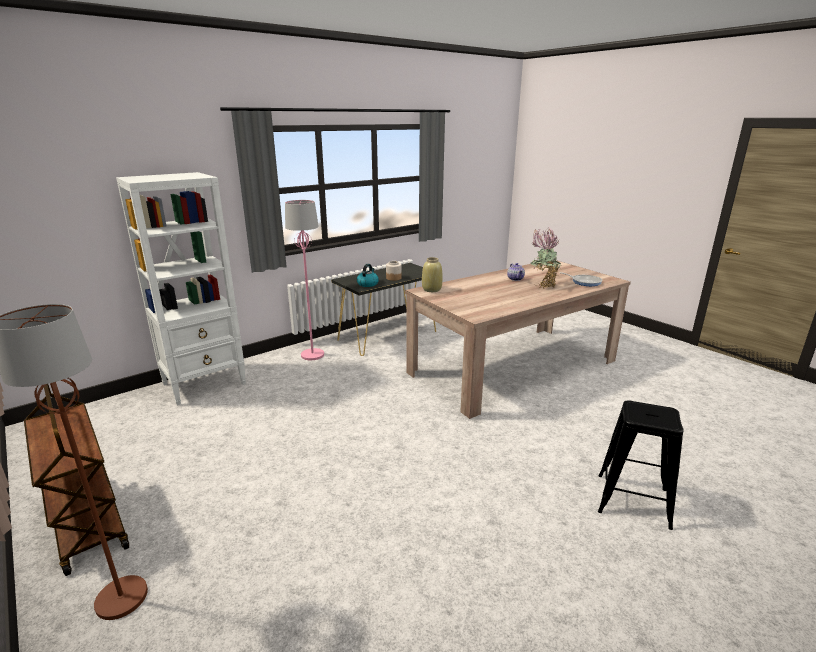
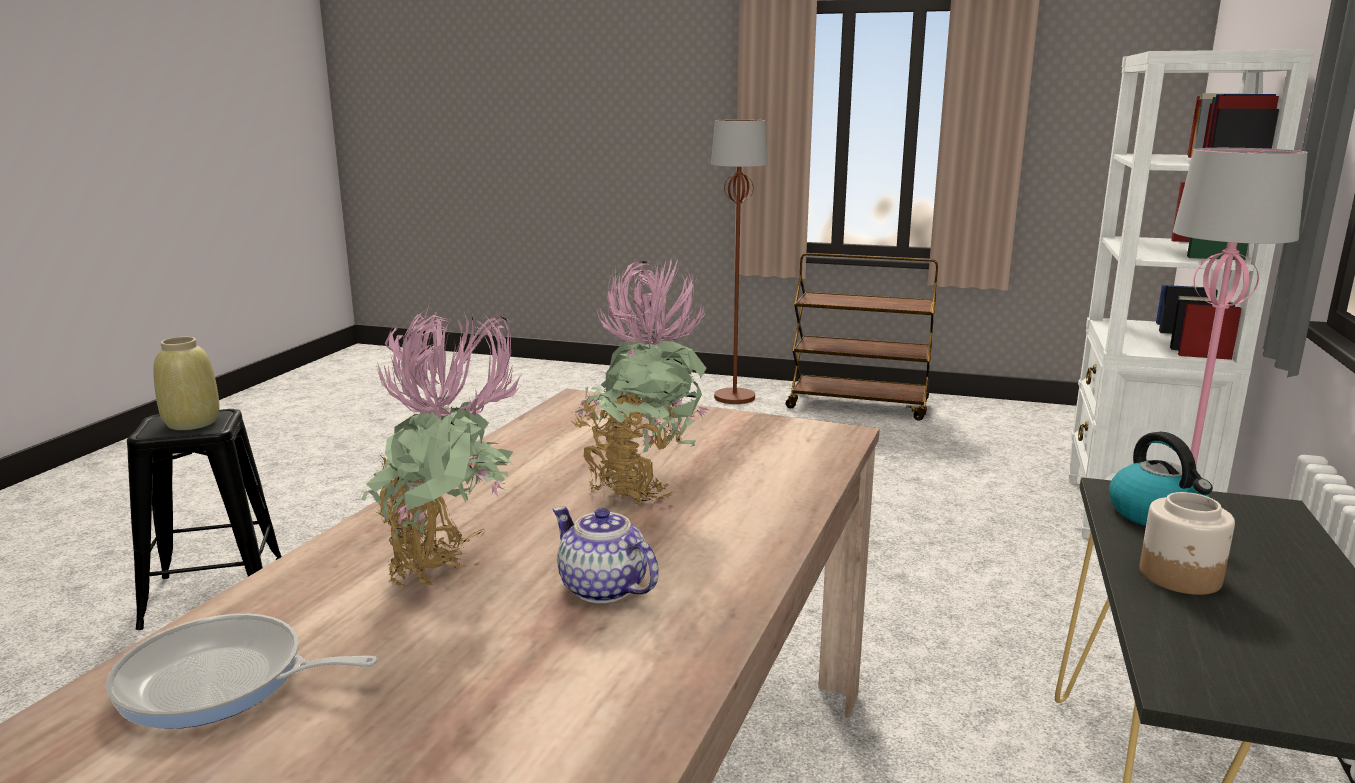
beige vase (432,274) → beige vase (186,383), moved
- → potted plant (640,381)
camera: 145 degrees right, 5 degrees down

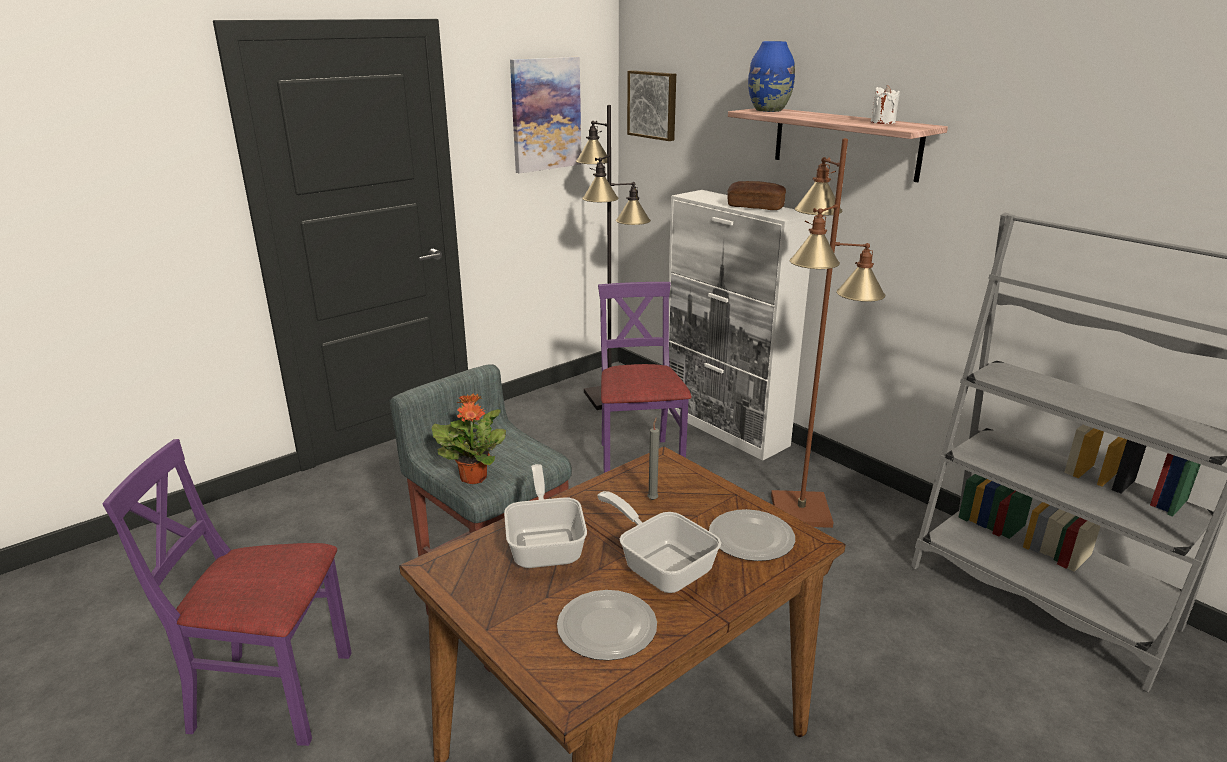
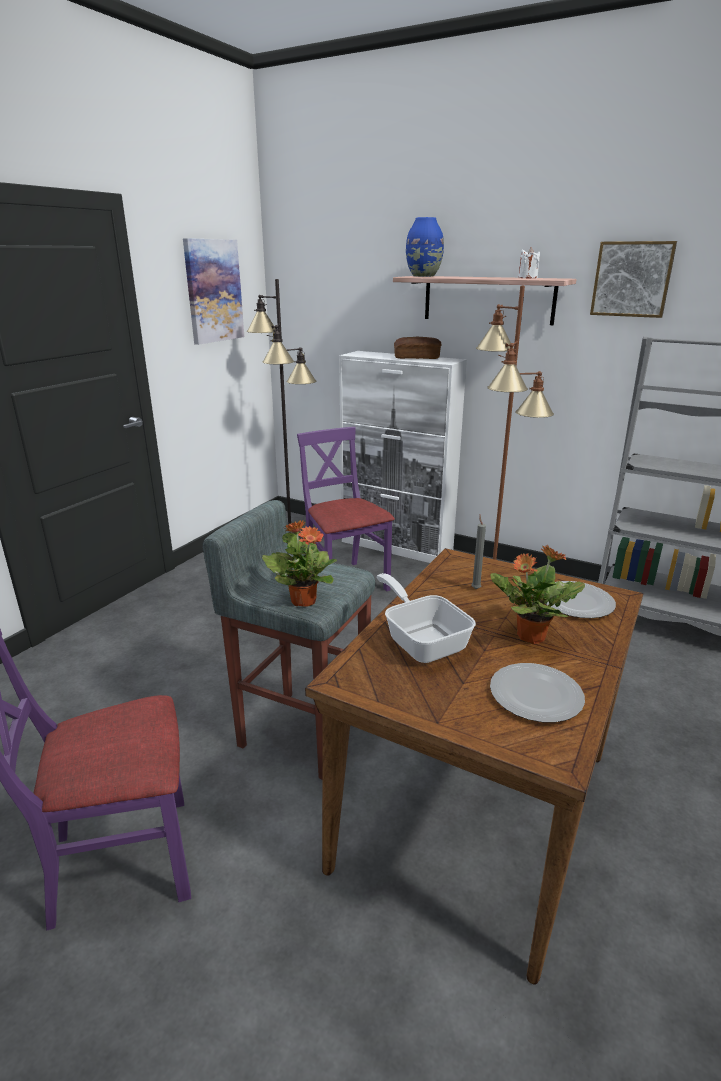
picture (651,105) → picture (633,279), moved
frying pan (659,542) → potted plant (537,594)
camera: 20 degrees left, 0 degrees up

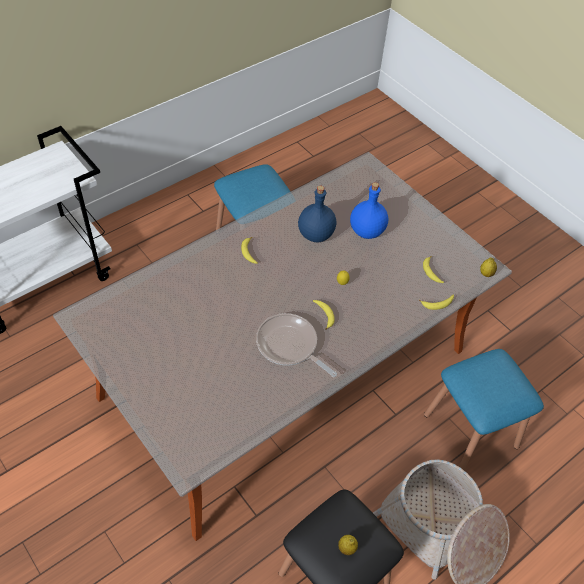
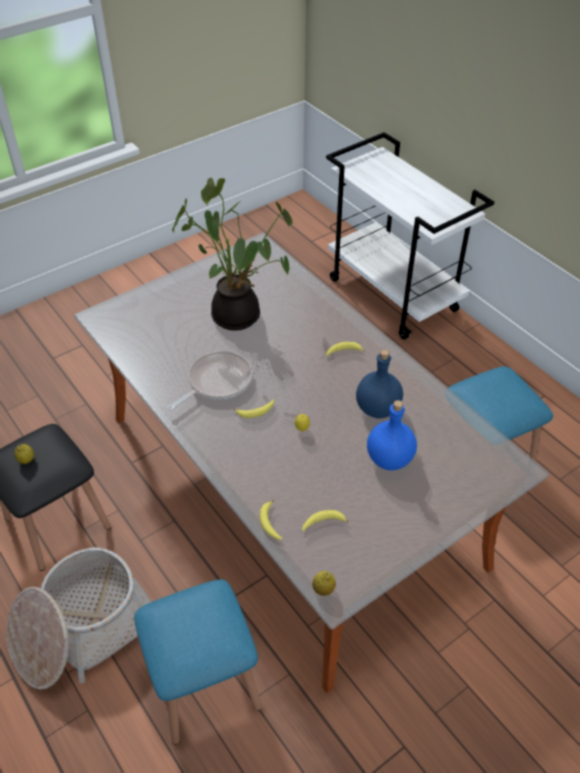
- → potted plant (232,254)
camera: 95 degrees right, 5 degrees down

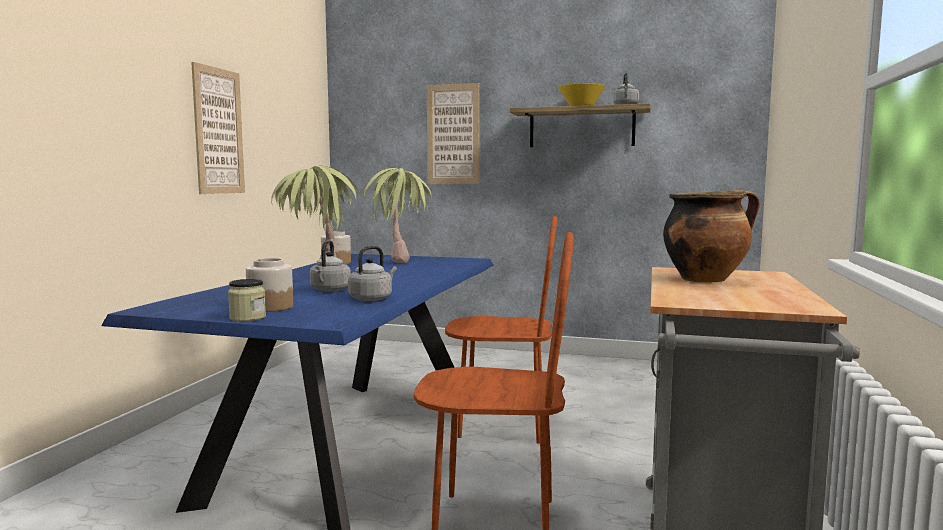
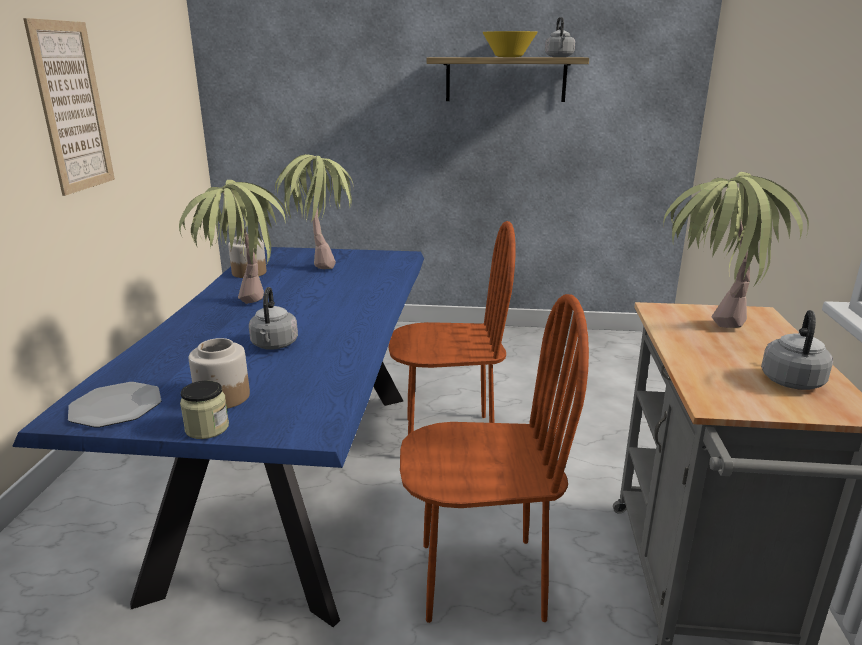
picture (453,133) → -
cooking pot (711,236) → potted plant (736,250)
grey kettle (372,273) → grey kettle (797,350), moved
- → plate (115,405)
camera: 10 degrees left, 15 degrees up

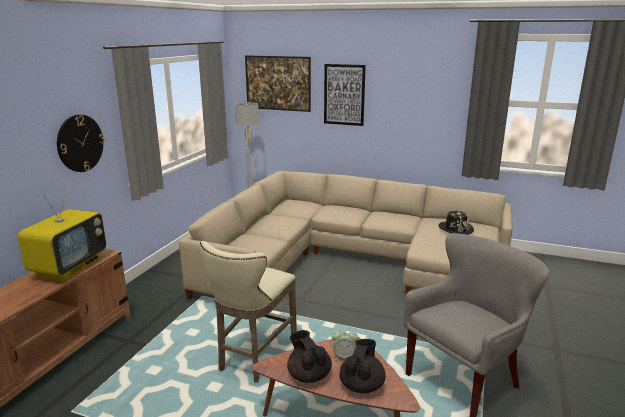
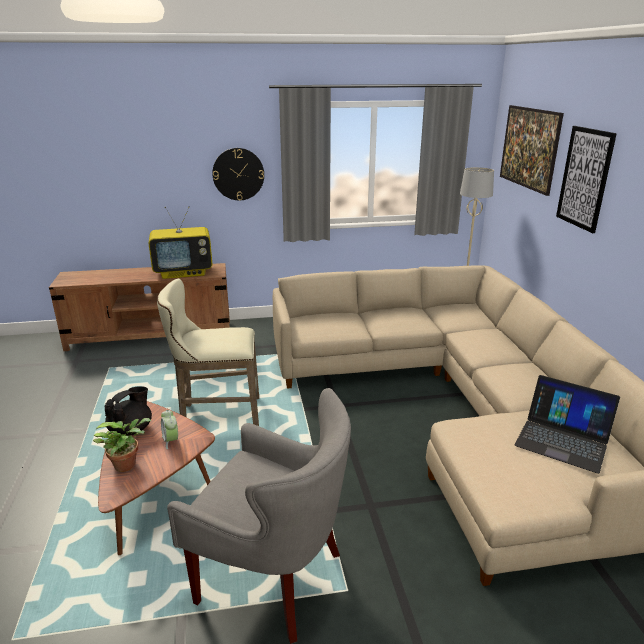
black hat (456,223) → laptop (567,424)
black teapot (363,366) → potted plant (122,445)
camera: 60 degrees right, 5 degrees up

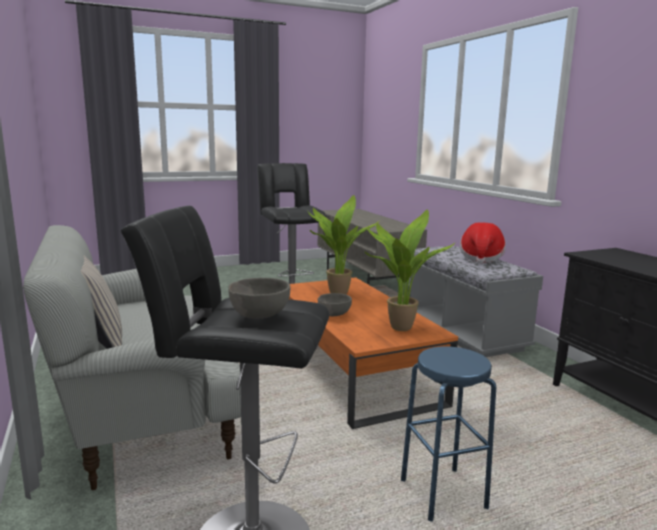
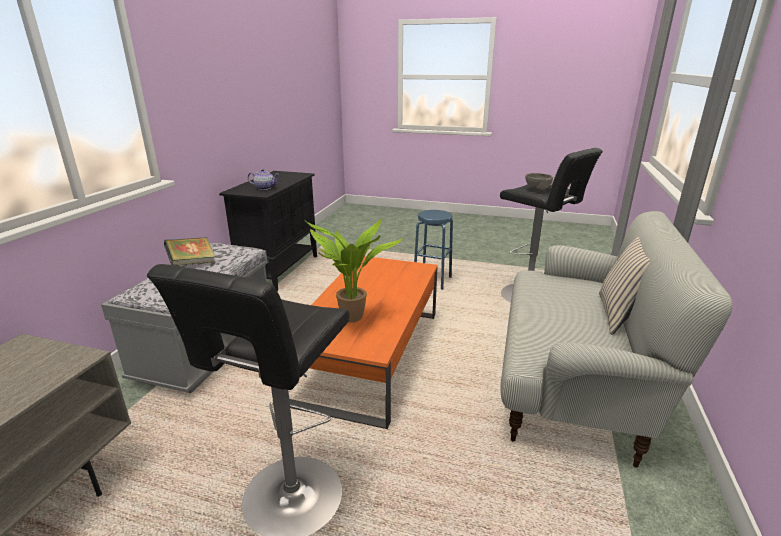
potted plant (410,270) → -
hat (483,243) → book (190,251)
grey bowl (335,304) → -
- → teapot (263,179)
camera: 140 degrees left, 10 degrees up

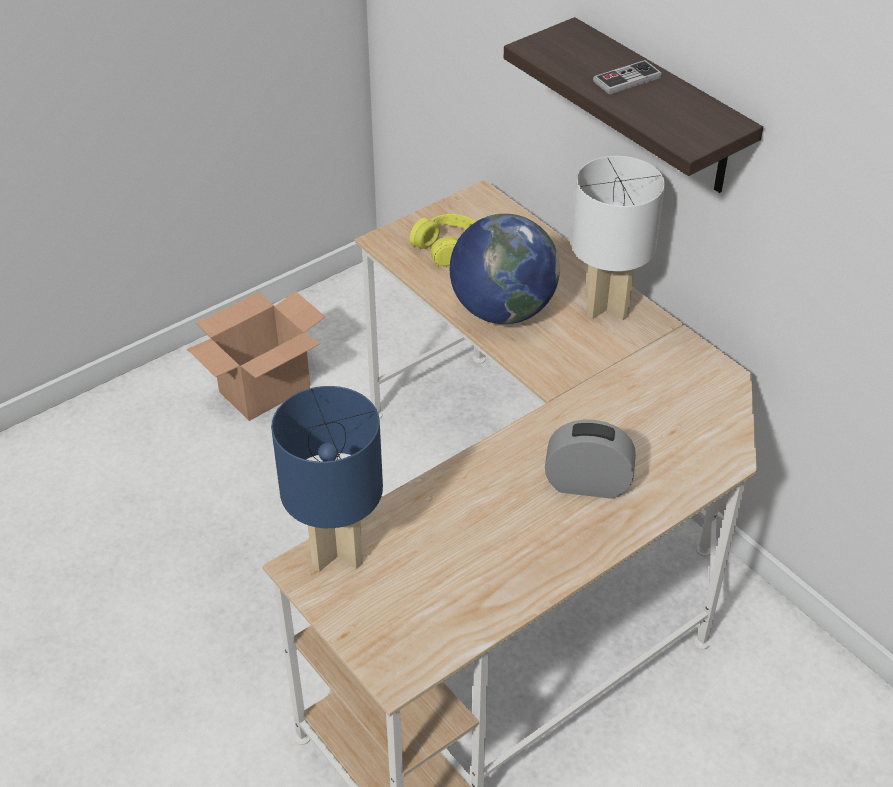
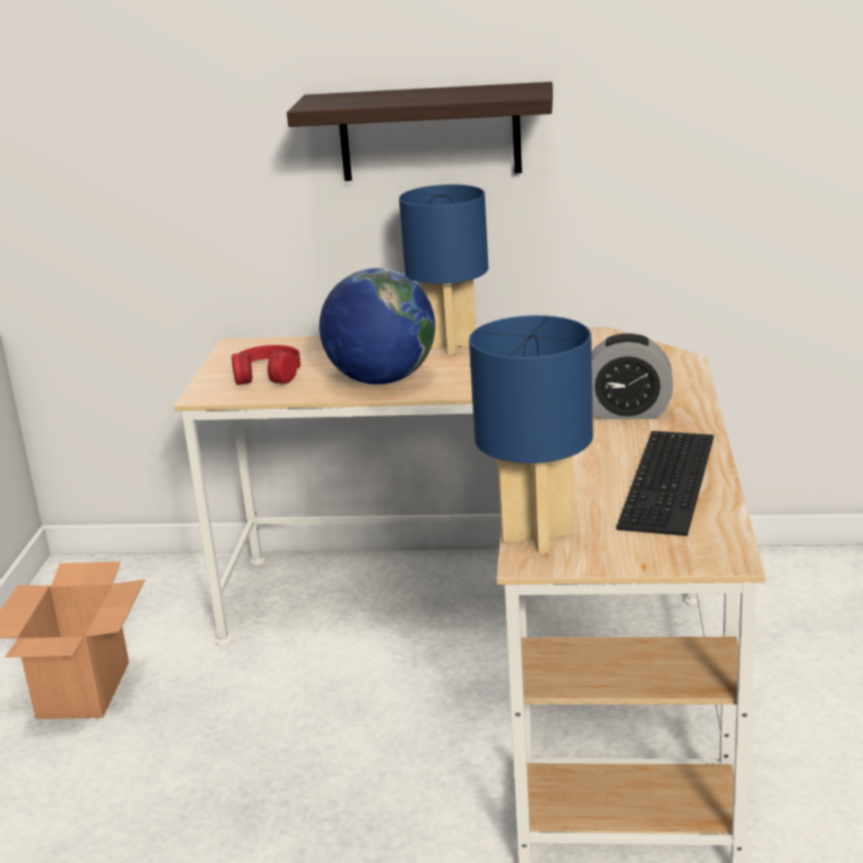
game controller (627,77) → -
white table lamp (618,238) → blue table lamp (444,269)
yellow headphones (443,240) → red headphones (266,365)
alarm clock (590,459) → alarm clock (632,376), 135 degrees counterclockwise
- → keyboard (665,483)
camera: 45 degrees left, 20 degrees down

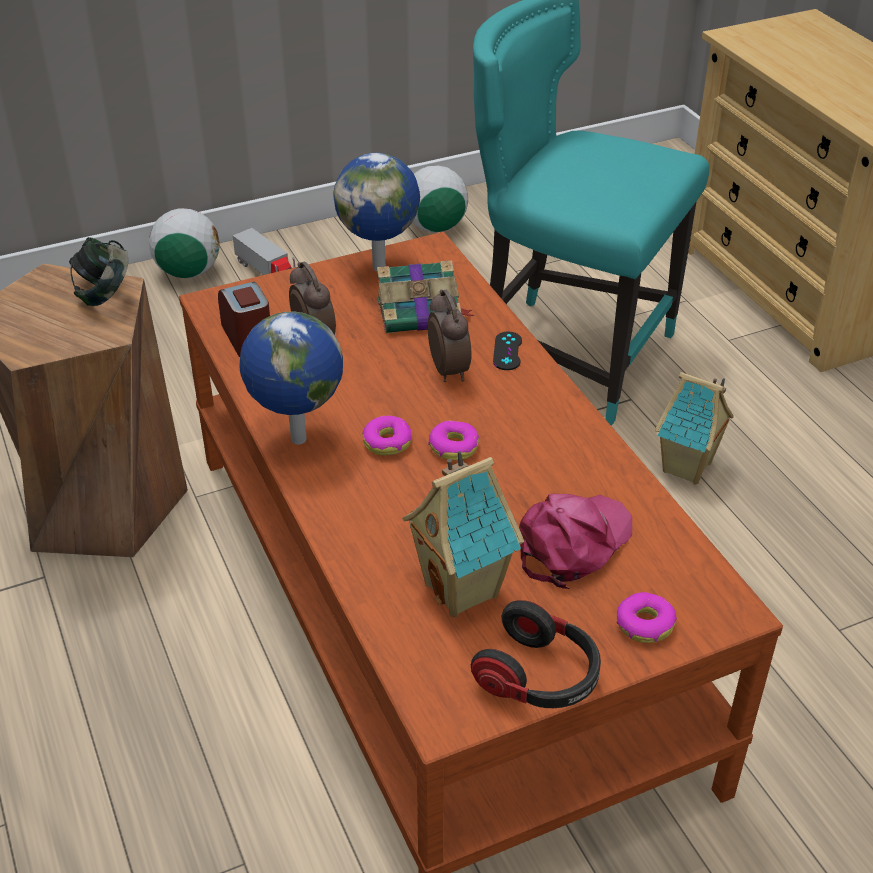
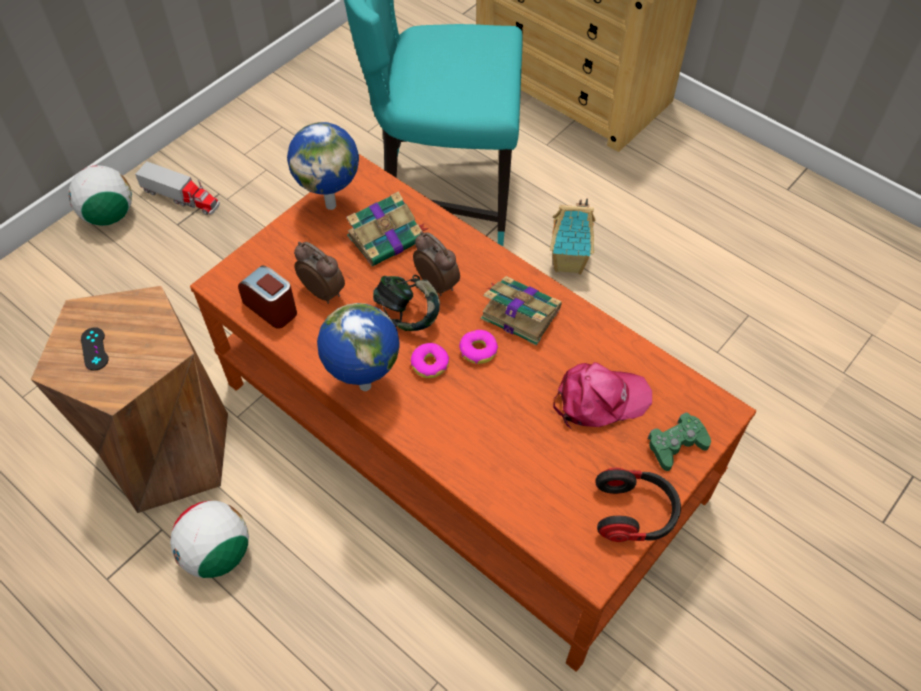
football (440,199) → football (209,539), moved
headphones (98,271) → headphones (406,303), moved
black game controller (507,351) → black game controller (95,349), moved
toy house (463,534) → -
pink cap (575,541) → pink cap (602,395), 60 degrees clockwise
donut (646,617) → green game controller (679,441)
- → book (521,311)
camera: 25 degrees left, 15 degrees up

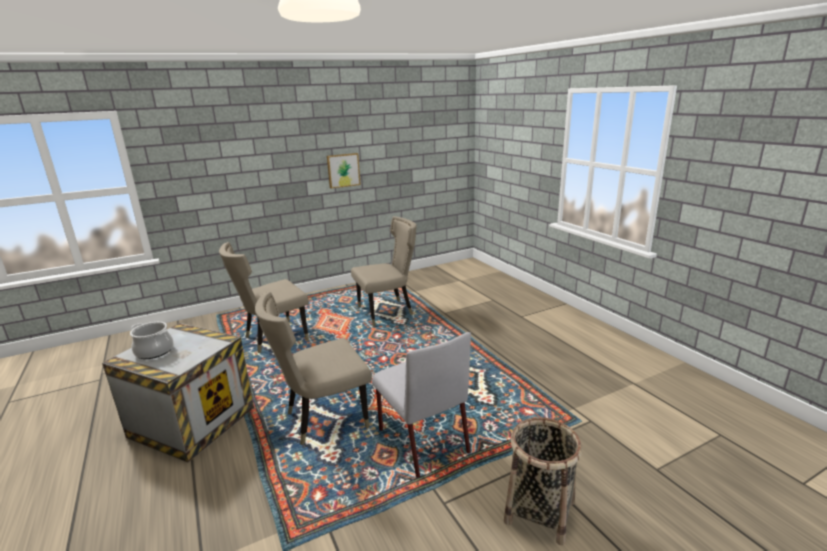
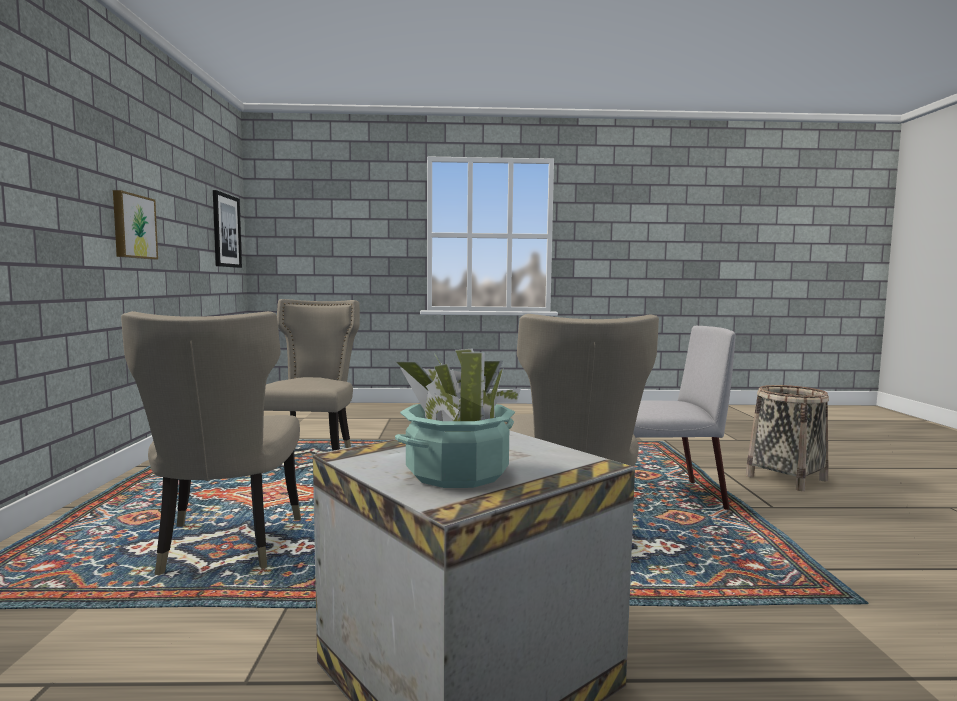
cooking pot (152,340) → potted plant (458,418)
- → picture (227,229)
camera: 65 degrees left, 15 degrees down

